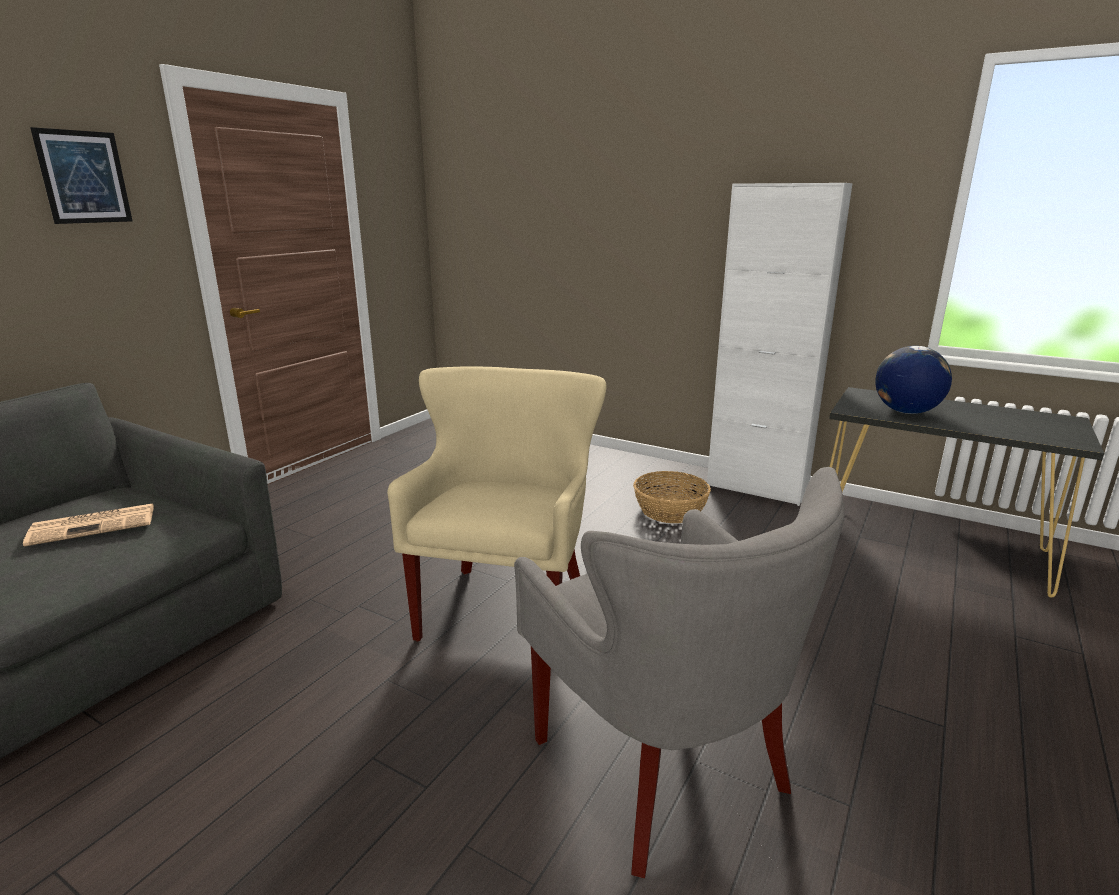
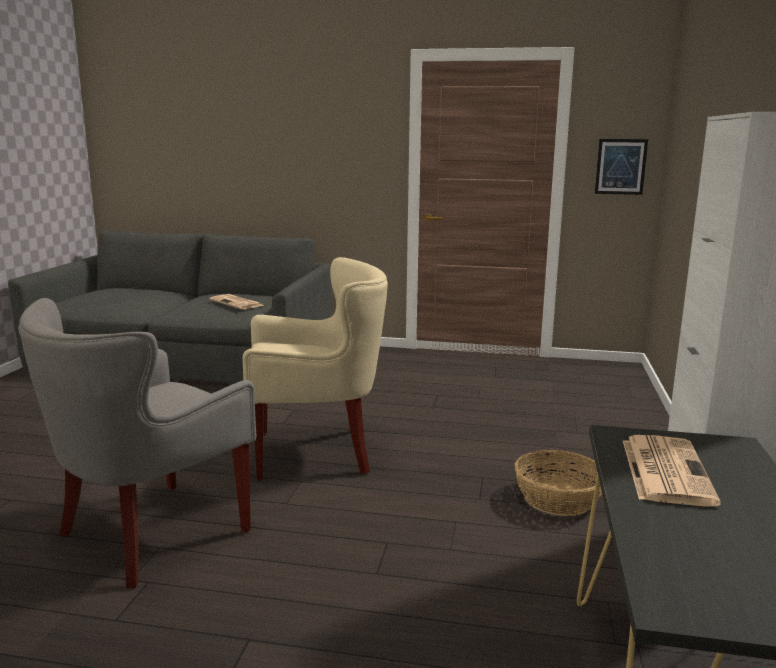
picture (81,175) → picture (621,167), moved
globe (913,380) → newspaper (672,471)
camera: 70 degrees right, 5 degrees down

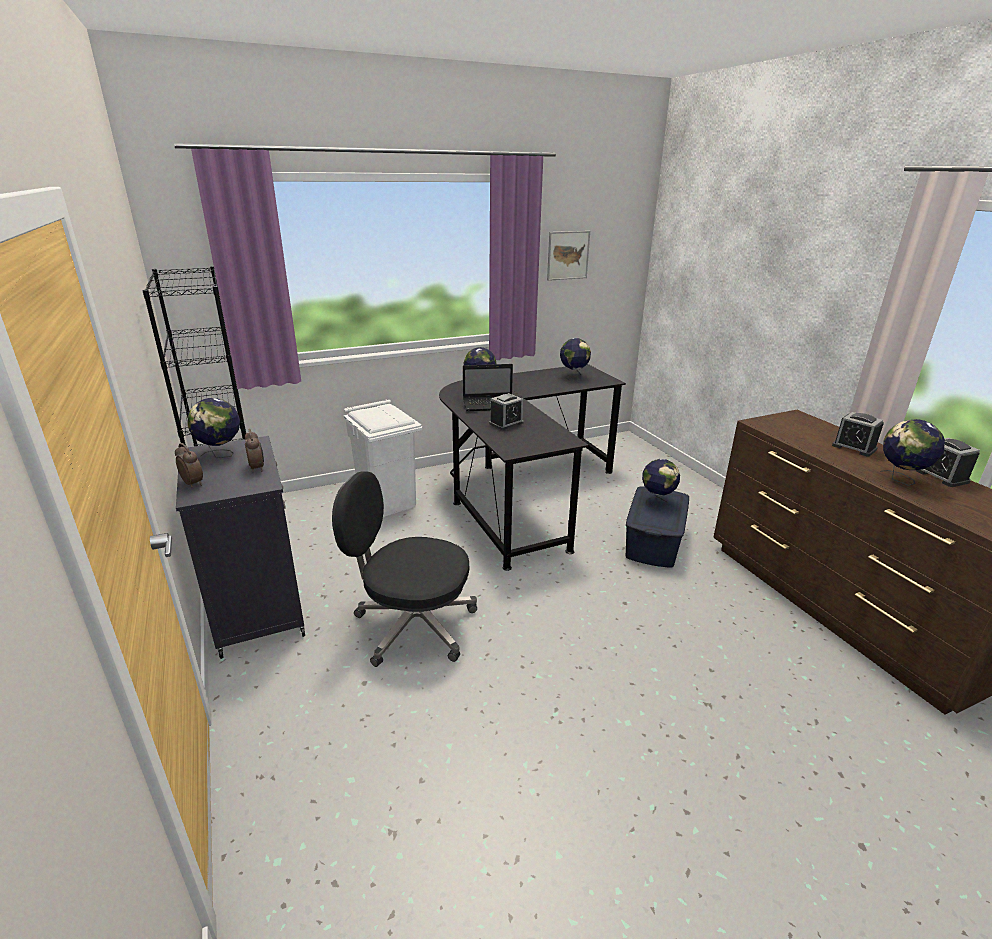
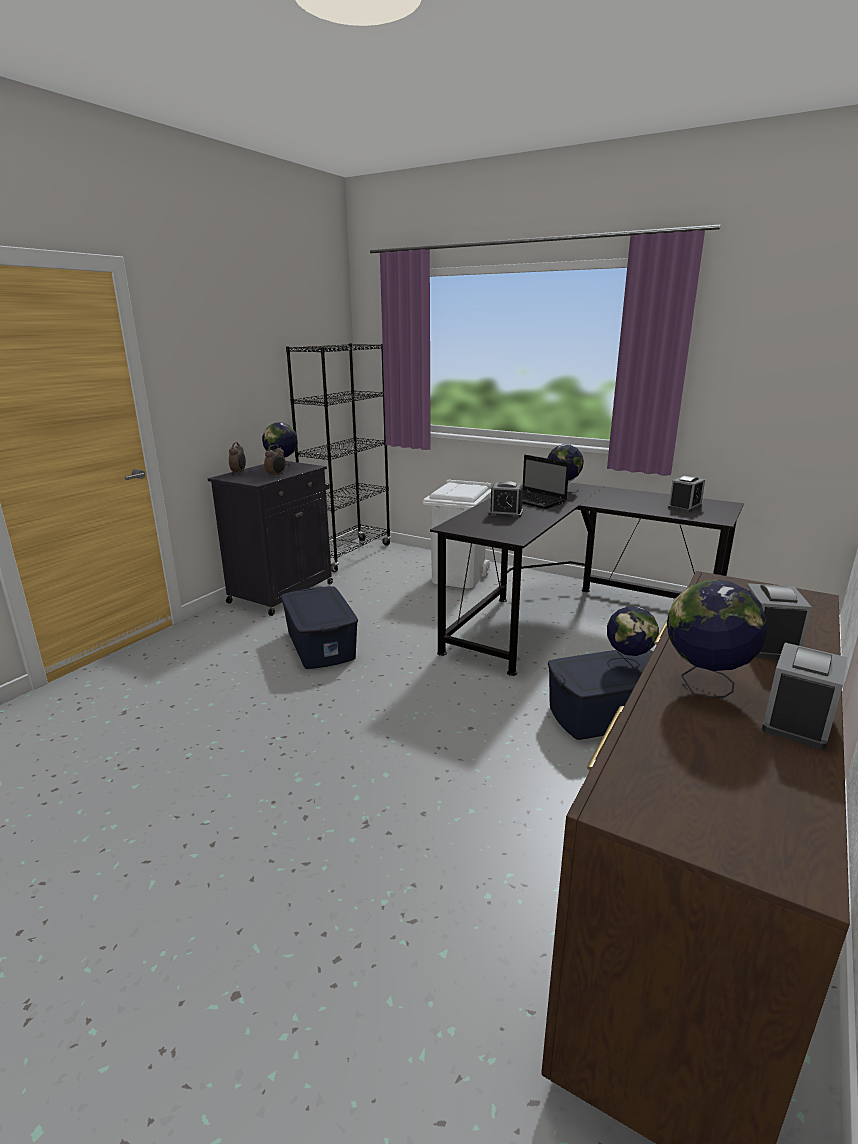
picture (568,256) → -
globe (575,359) → alarm clock (686,494)
black office chair (404,569) → blue storage box (319,627)
camera: 55 degrees right, 5 degrees down

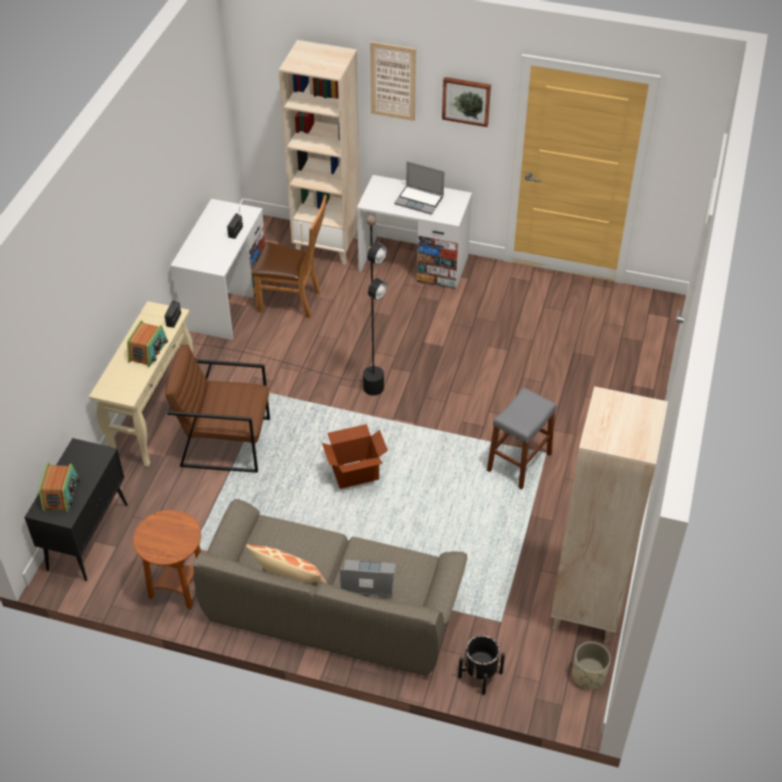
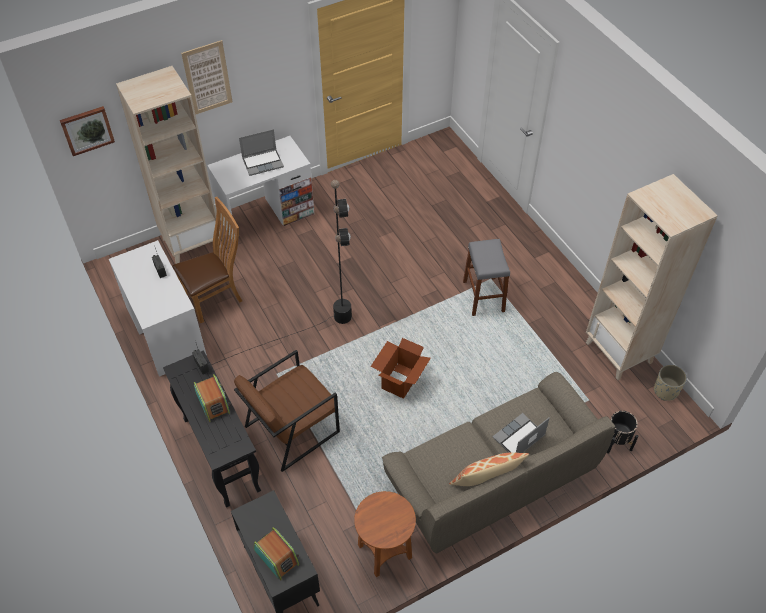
picture (466,102) → picture (87,131), moved
beige console table (141,384) → black console table (212,428)
camera: 45 degrees left, 5 degrees up

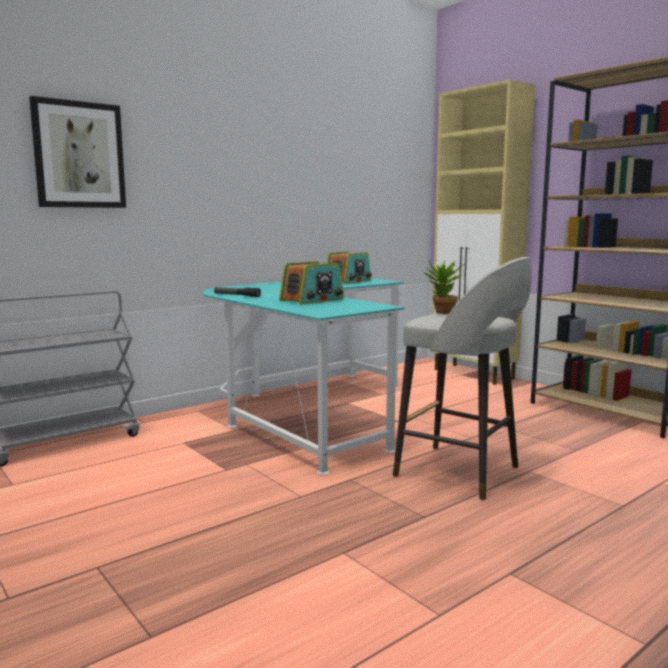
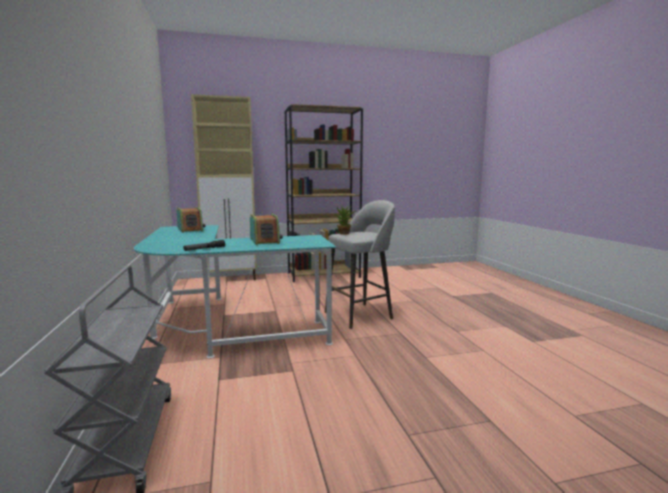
picture (77,152) → -
camera: 65 degrees left, 0 degrees up

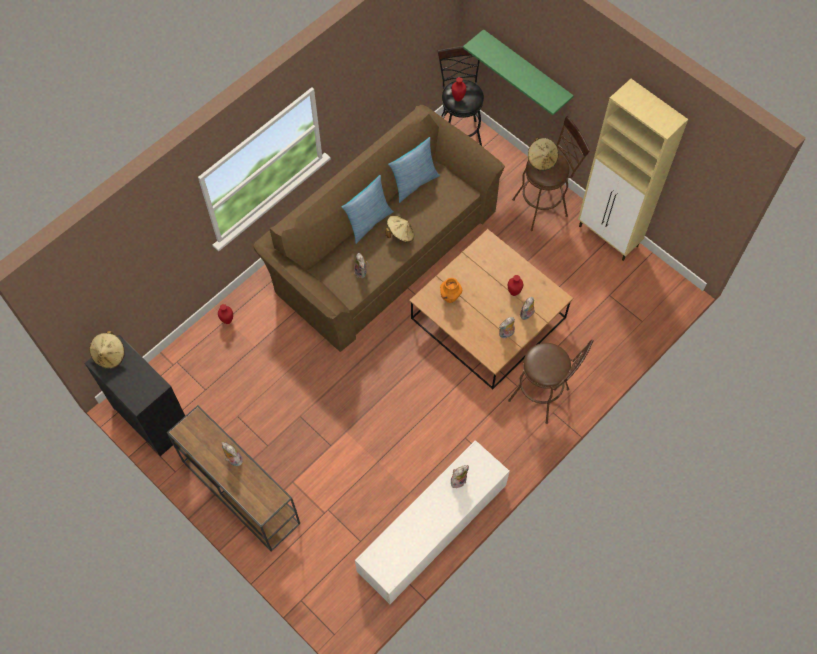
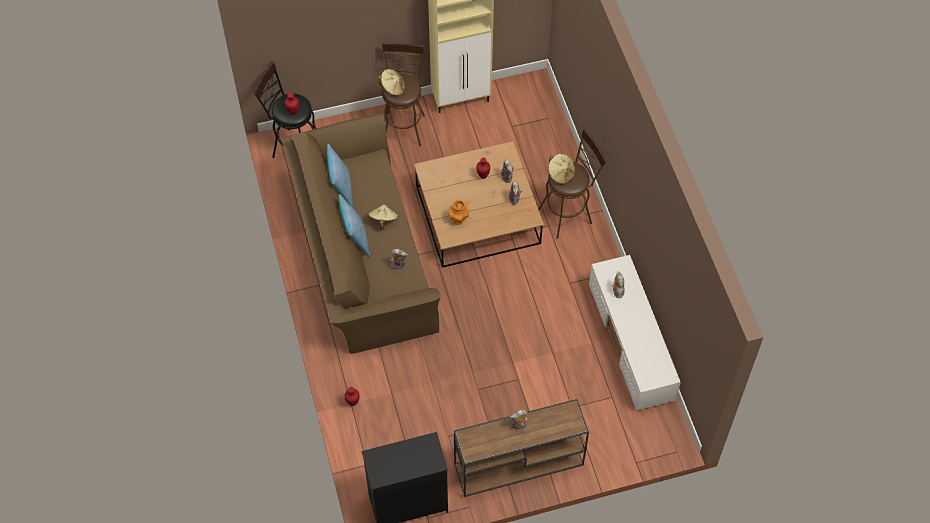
green shelf (518,72) → -
beige hat (107,350) → beige hat (561,169), moved
camera: 60 degrees left, 5 degrees down

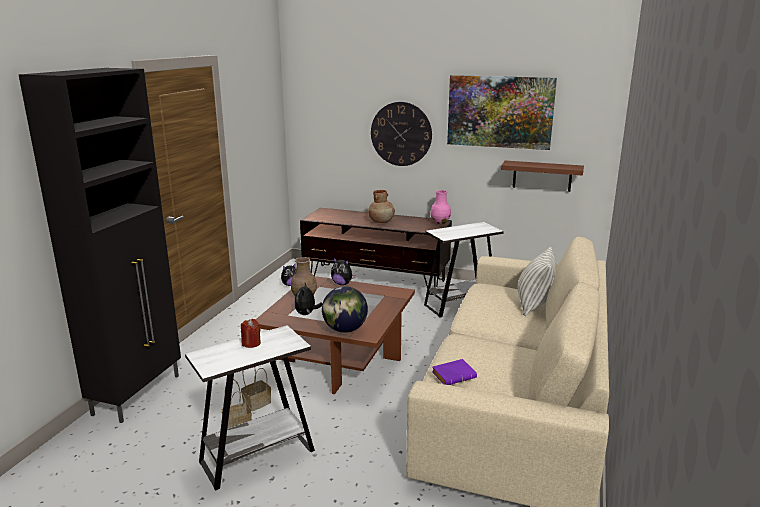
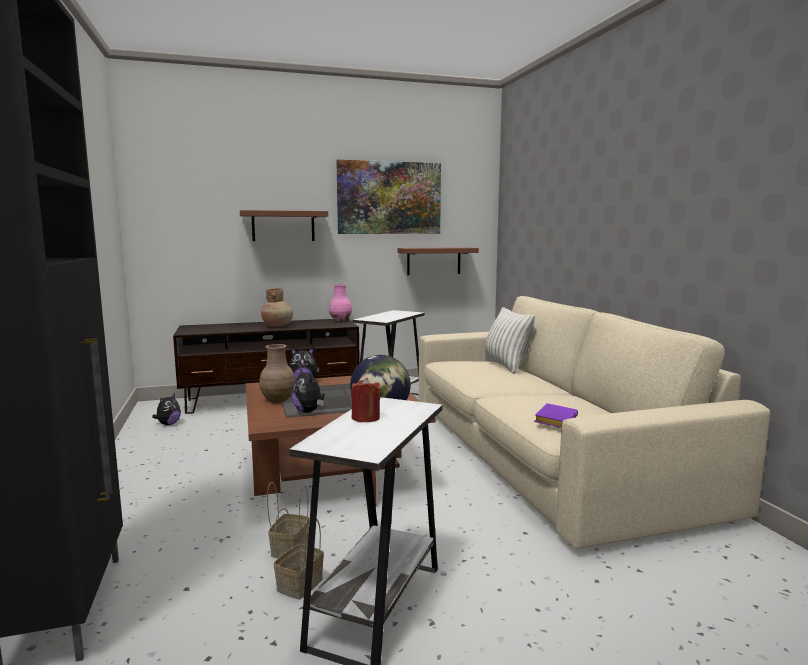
wall clock (401,134) → brown shelf (284,225)
camera: 35 degrees left, 10 degrees down

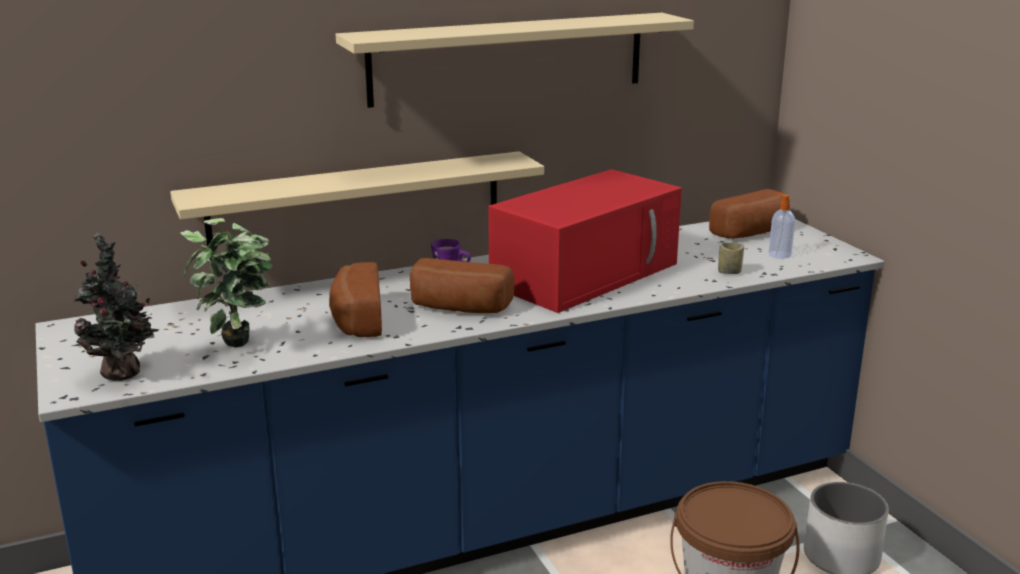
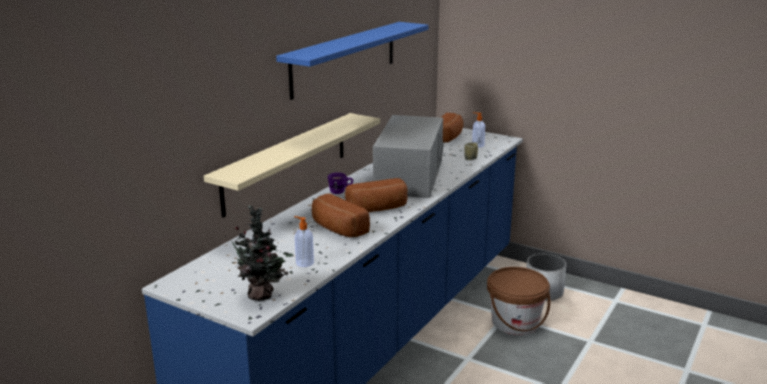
beige shelf (515,60) → blue shelf (352,61)
red microwave (585,241) → grey microwave (408,156)
potted plant (226,282) → soap dispenser (304,241)
camera: 35 degrees left, 0 degrees up

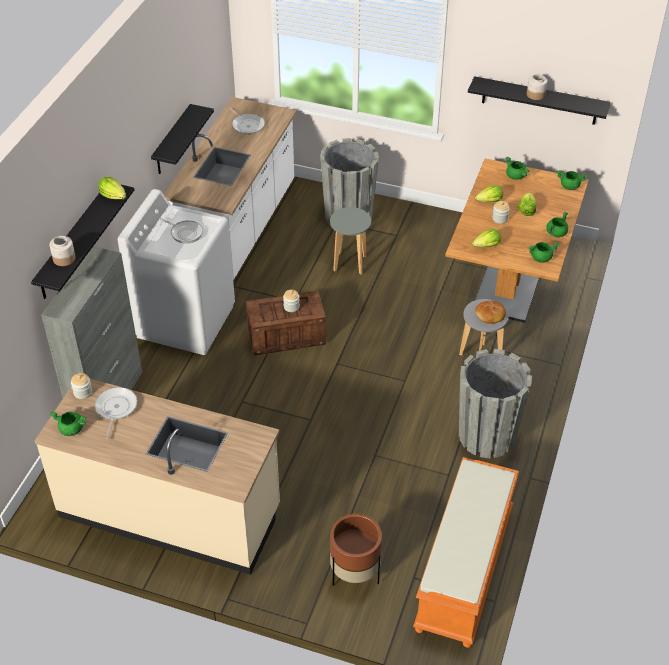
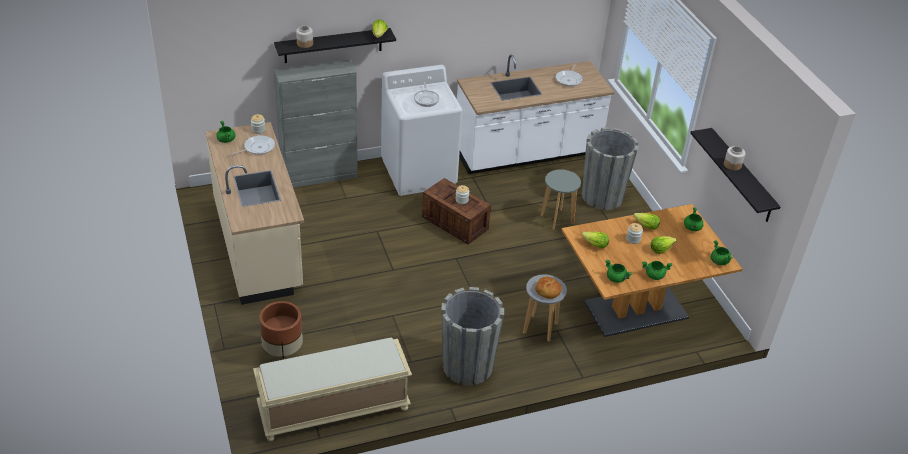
black shelf (182,139) → -
orange bench (466,552) → beige bench (332,389)
camera: 50 degrees right, 5 degrees down

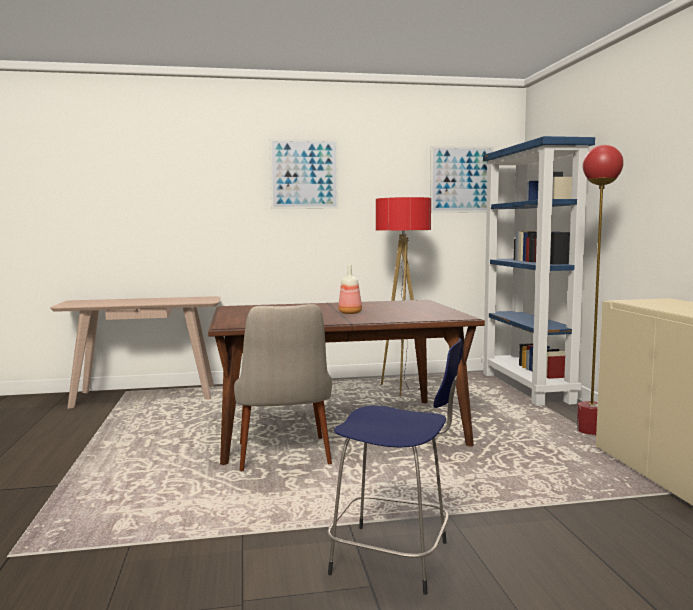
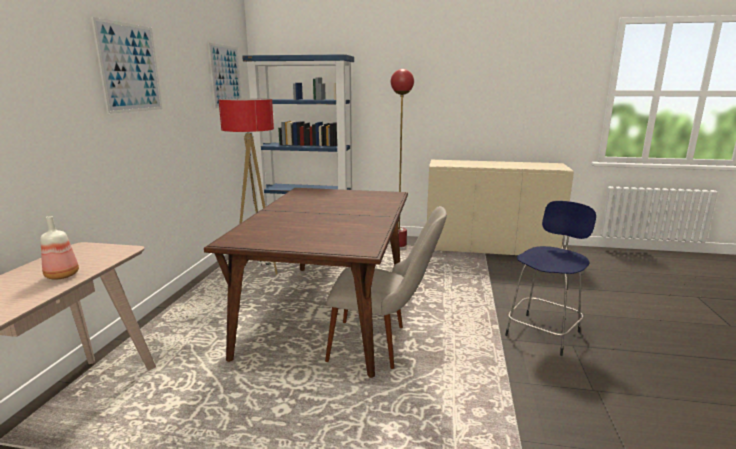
bottle (350,289) → bottle (59,248), moved
camera: 70 degrees left, 10 degrees up

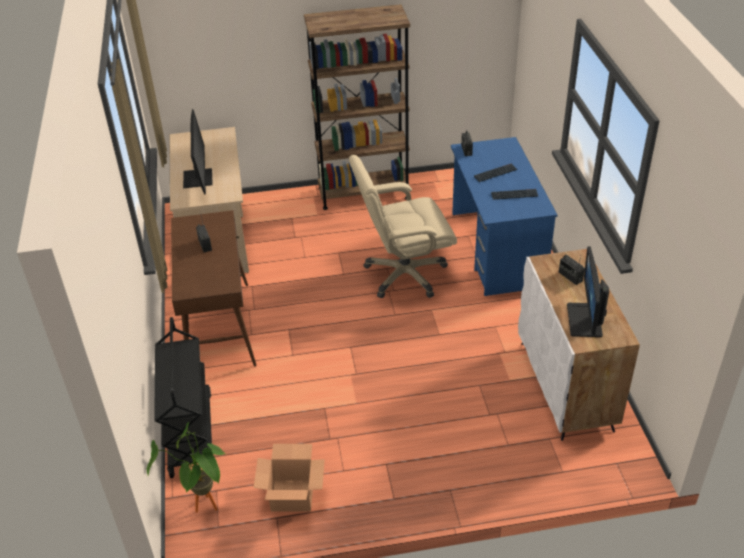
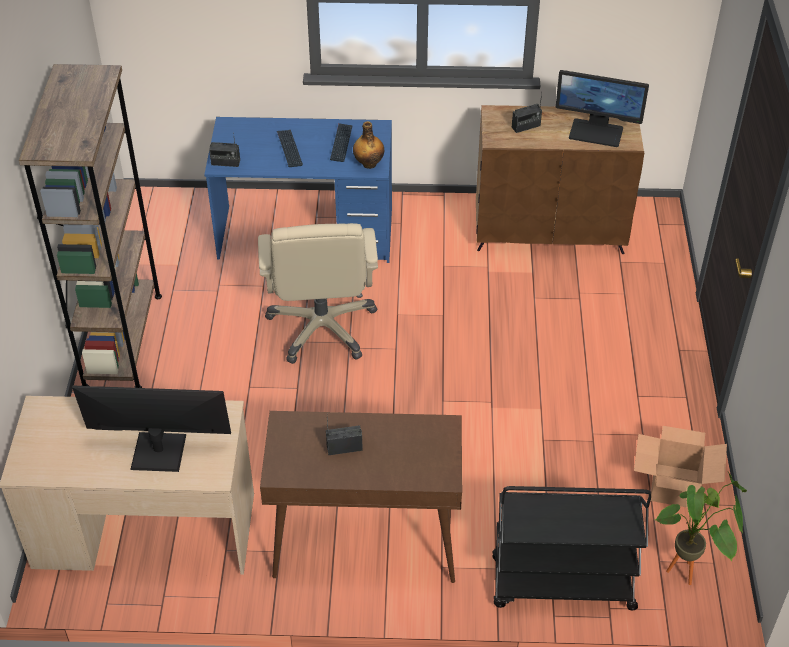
white cabinet (579,345) → brown cabinet (560,179)
- → bottle (368,145)
camera: 80 degrees left, 5 degrees up

